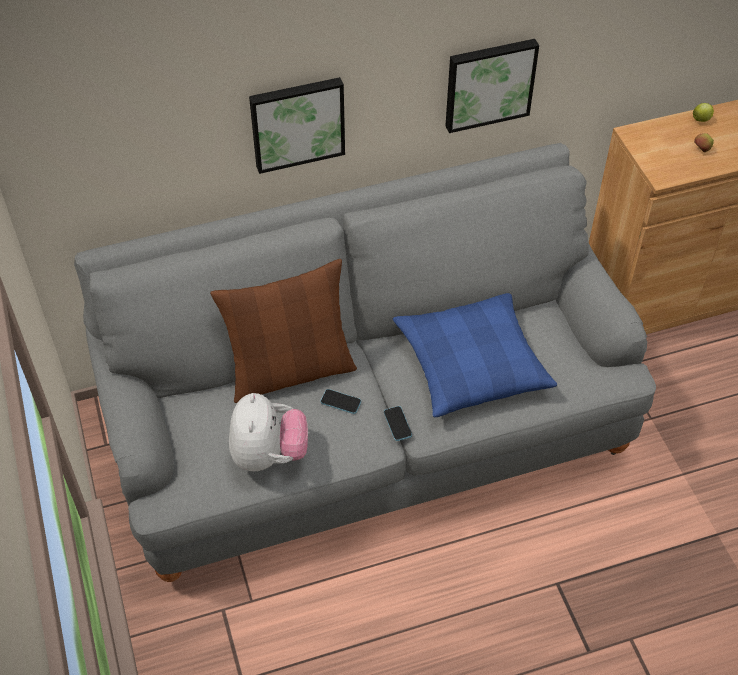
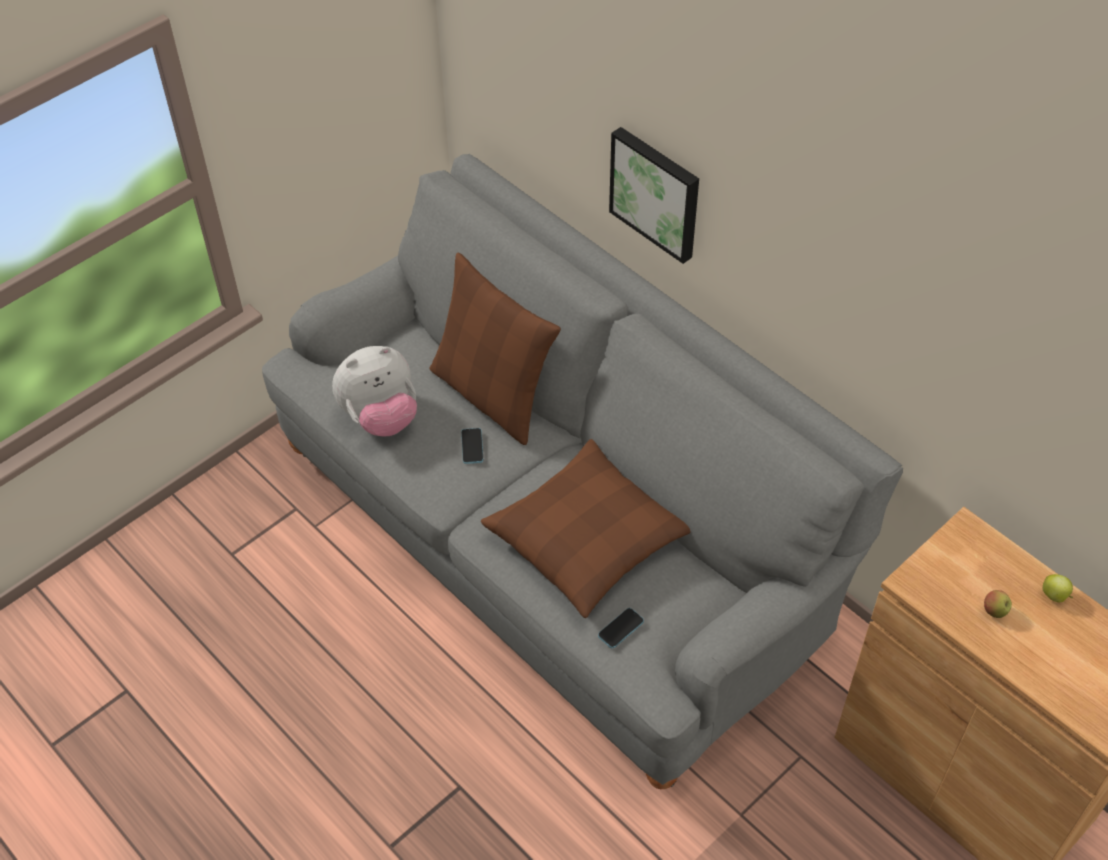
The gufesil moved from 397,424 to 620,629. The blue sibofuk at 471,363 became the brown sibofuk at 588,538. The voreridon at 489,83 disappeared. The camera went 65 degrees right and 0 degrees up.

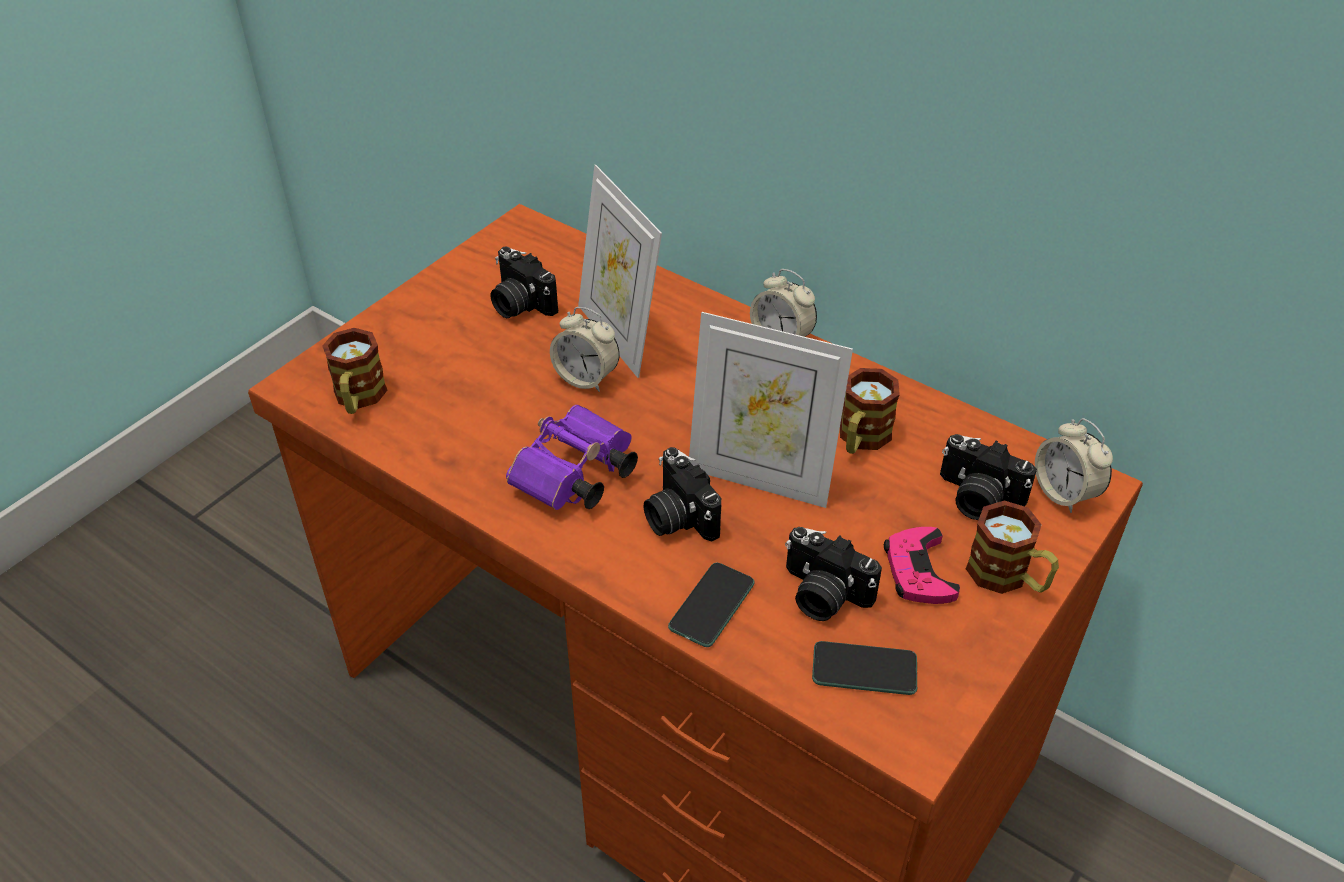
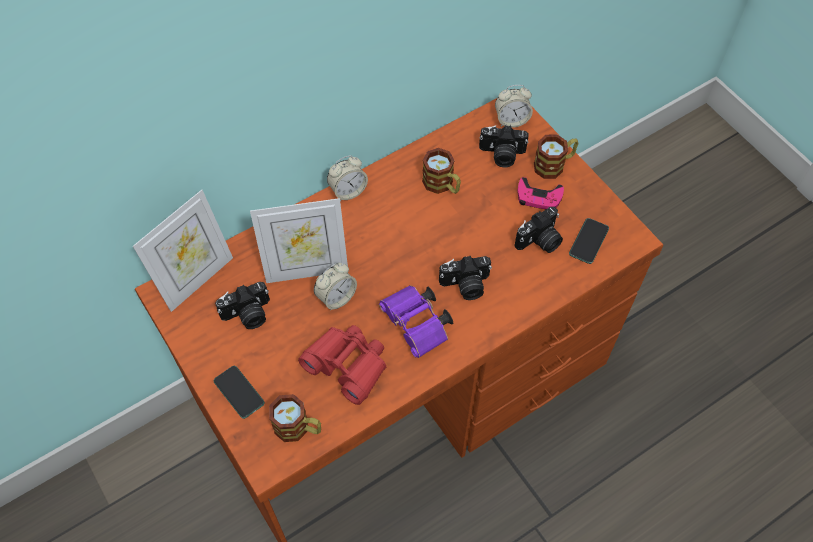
The gufesil moved from 711,606 to 239,392. The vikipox moved from 760,478 to 196,279. The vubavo at 977,498 turned 45 degrees clockwise. The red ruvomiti at 347,365 appeared. The camera went 70 degrees left and 15 degrees up.

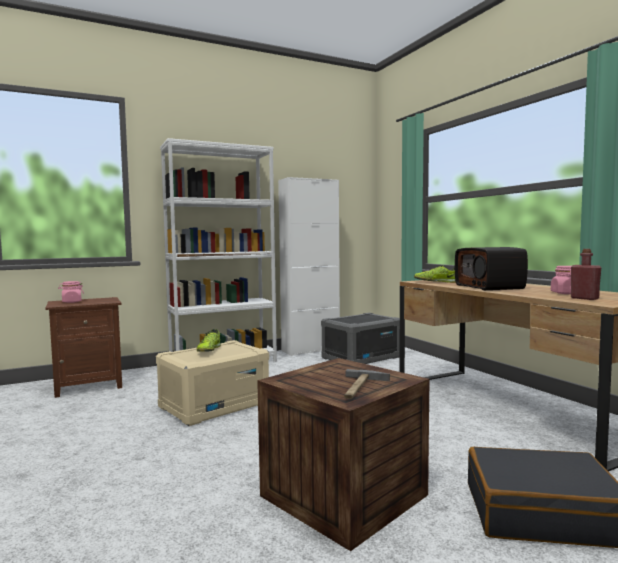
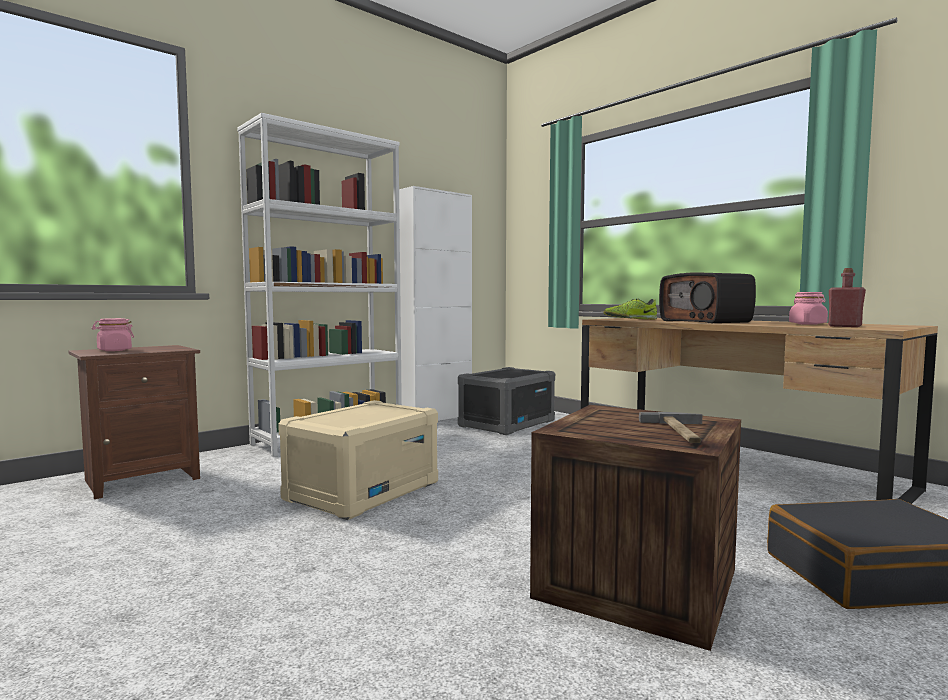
The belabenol at 209,350 disappeared. The camera went 15 degrees left and 0 degrees up.

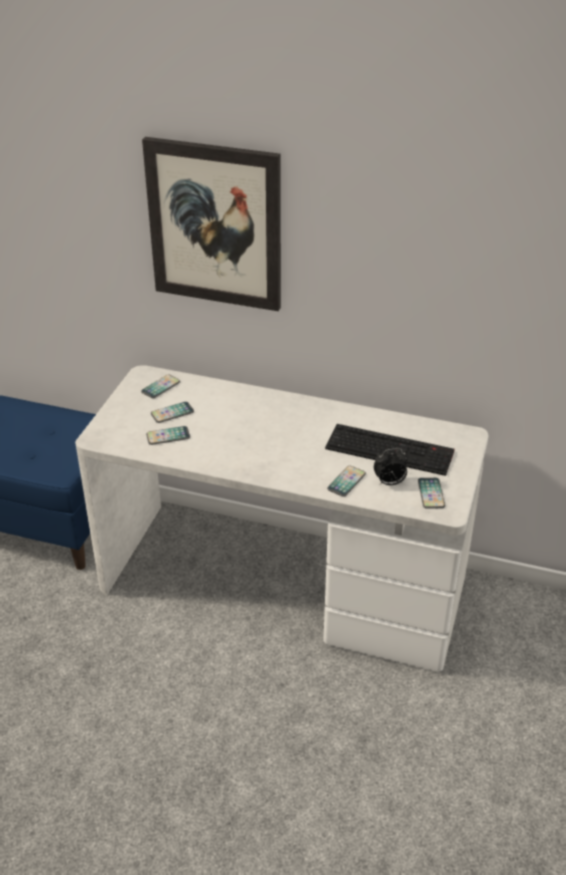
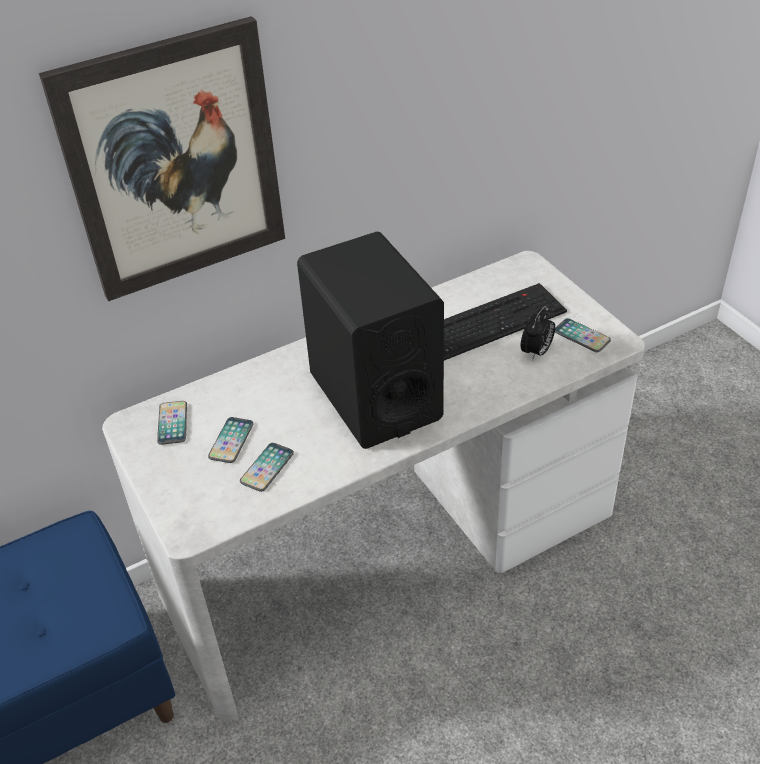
The gufesil at 346,482 disappeared. The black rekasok at 374,396 appeared. The camera went 45 degrees left and 5 degrees up.

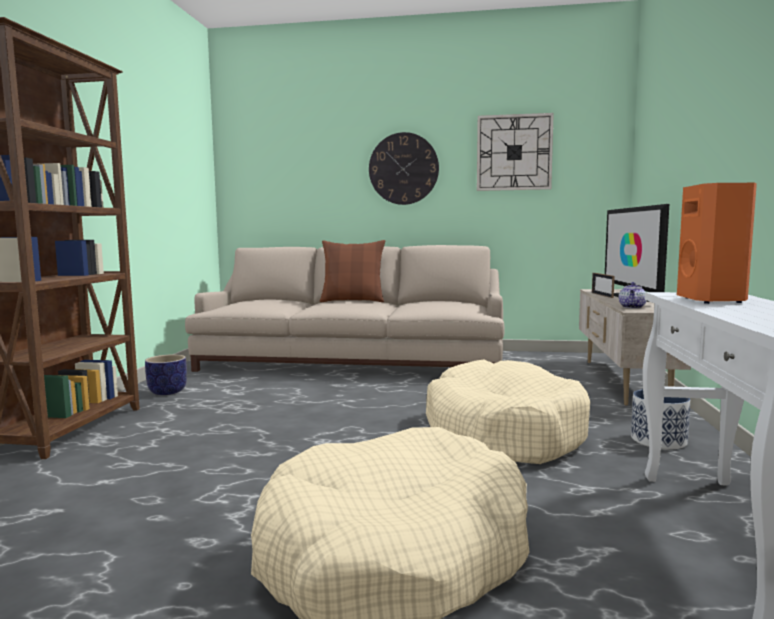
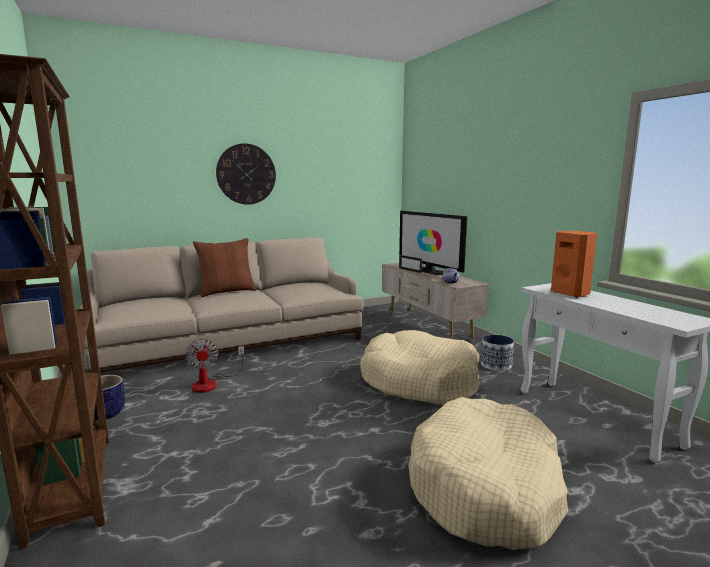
The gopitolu at 514,152 disappeared. The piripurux at 211,383 appeared. The camera went 35 degrees left and 5 degrees up.

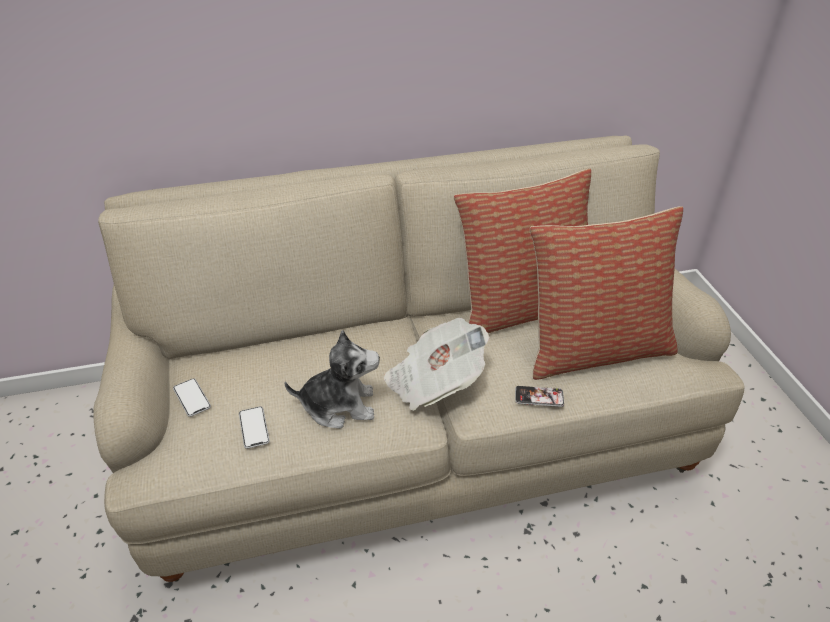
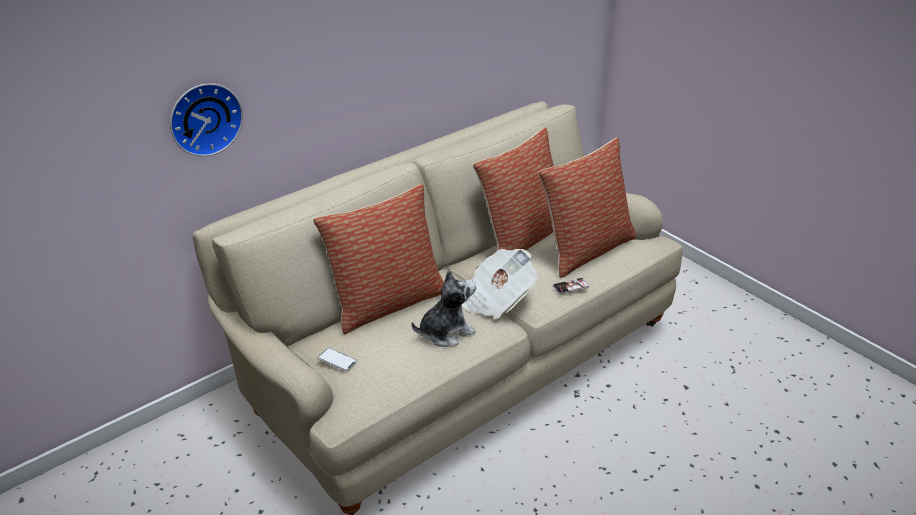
The gufesil at 254,428 disappeared. The gopitolu at 204,118 appeared. The sibofuk at 387,302 appeared. The camera went 25 degrees left and 5 degrees down.

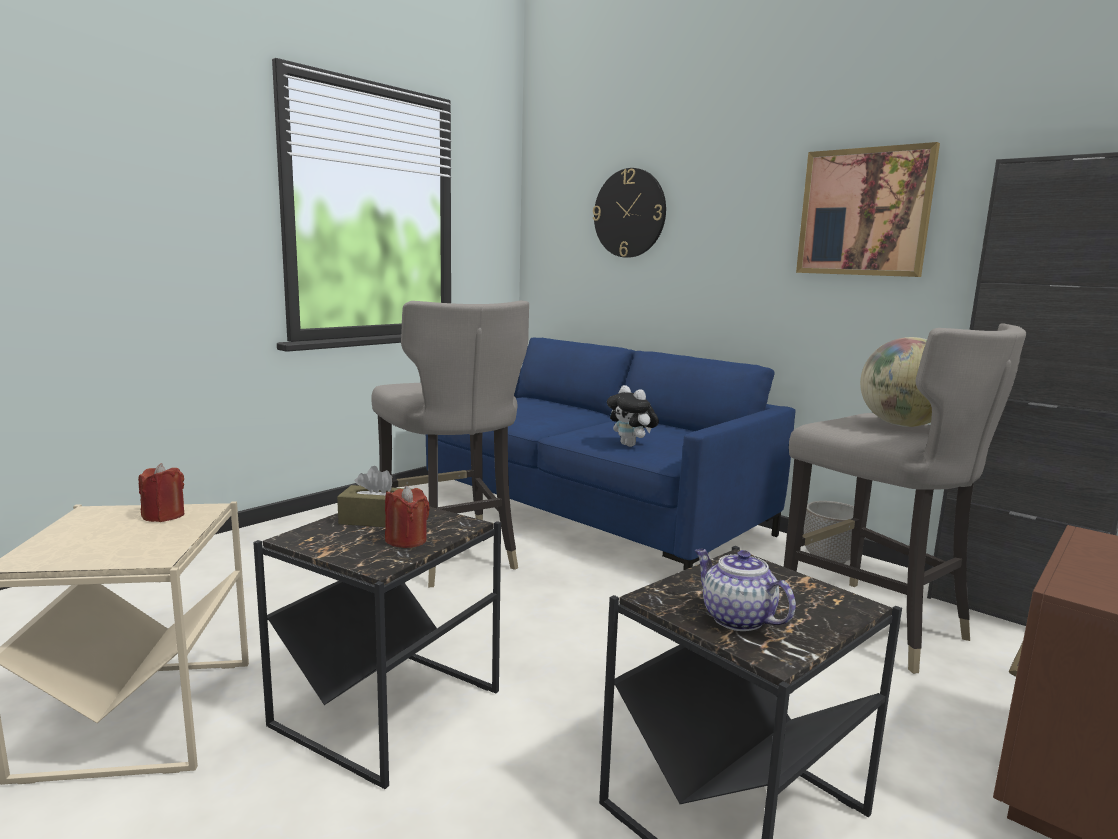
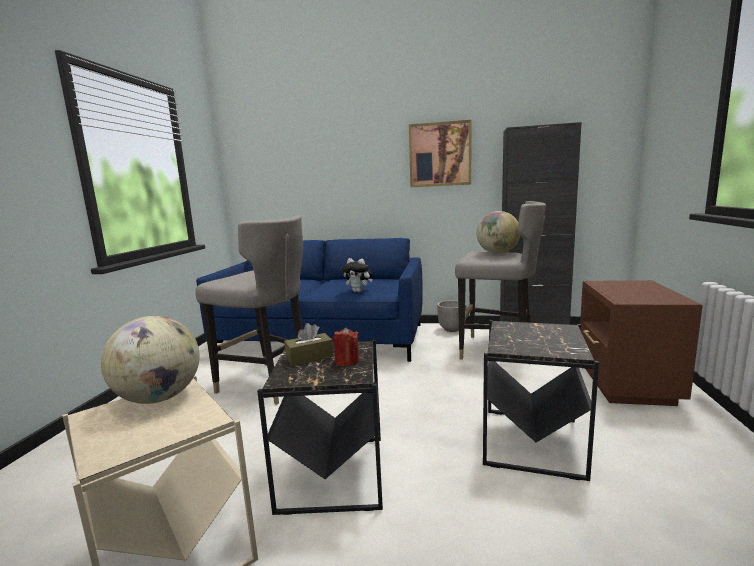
The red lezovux at 164,516 was replaced by the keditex at 160,398. The gopitolu at 629,213 disappeared. The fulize at 735,618 disappeared. The camera went 30 degrees left and 0 degrees up.

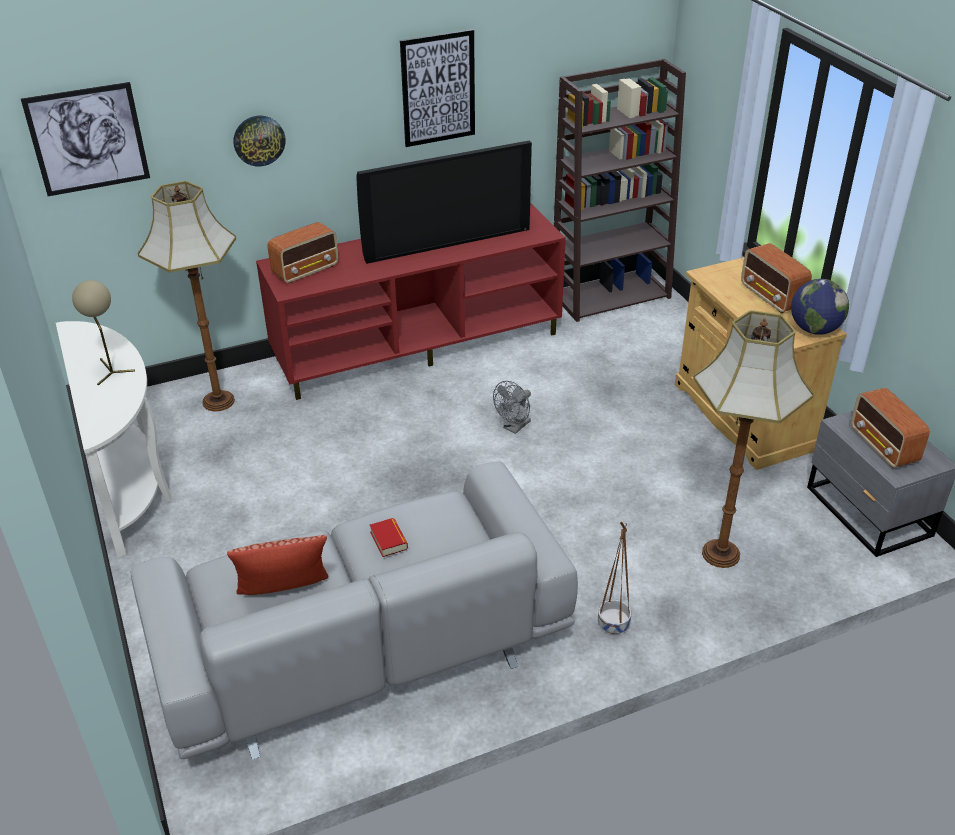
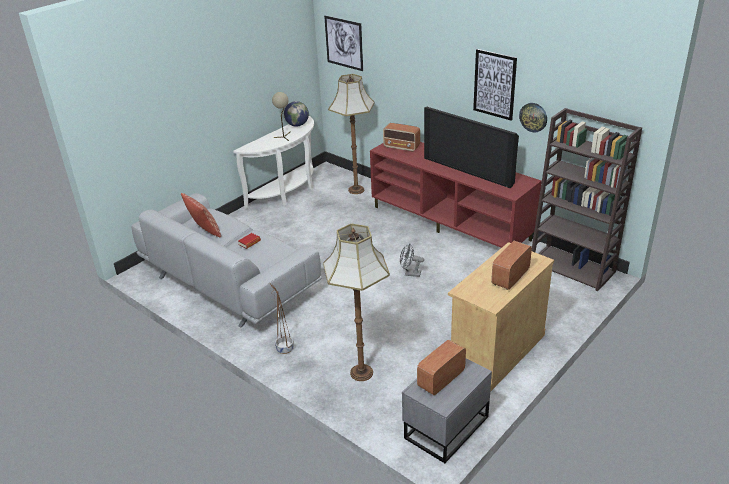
The gopitolu moved from 259,140 to 533,117. The keditex moved from 814,329 to 297,125. The camera went 65 degrees right and 5 degrees down.

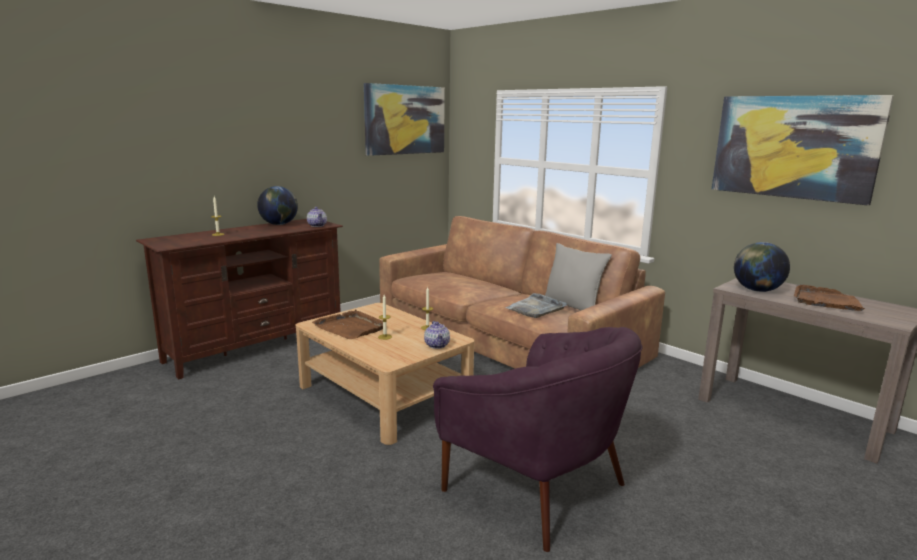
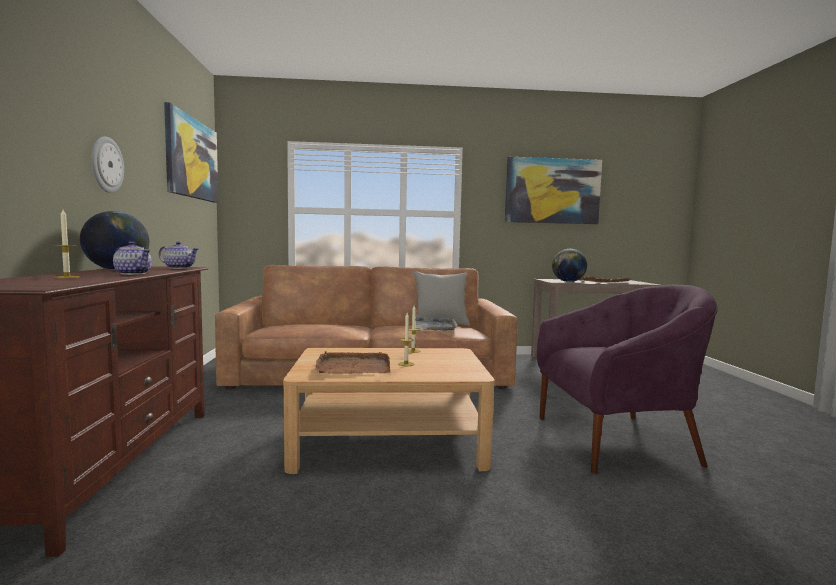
The fulize moved from 437,345 to 133,273. The gopitolu at 106,164 appeared. The camera went 50 degrees left and 10 degrees down.

